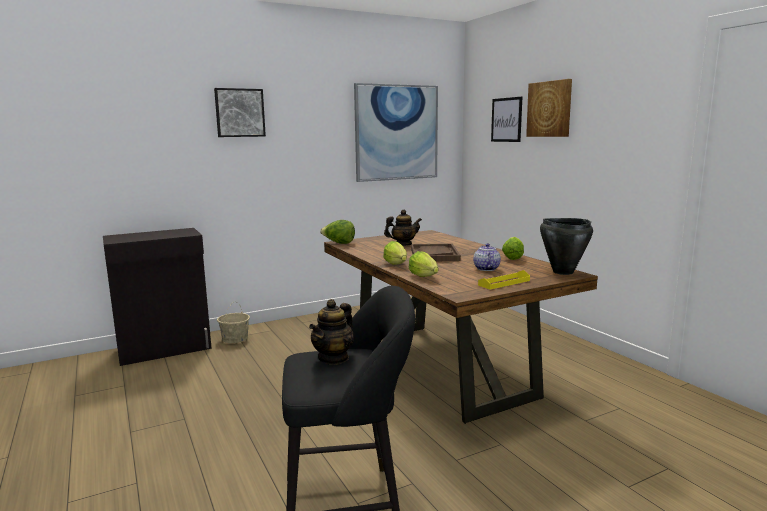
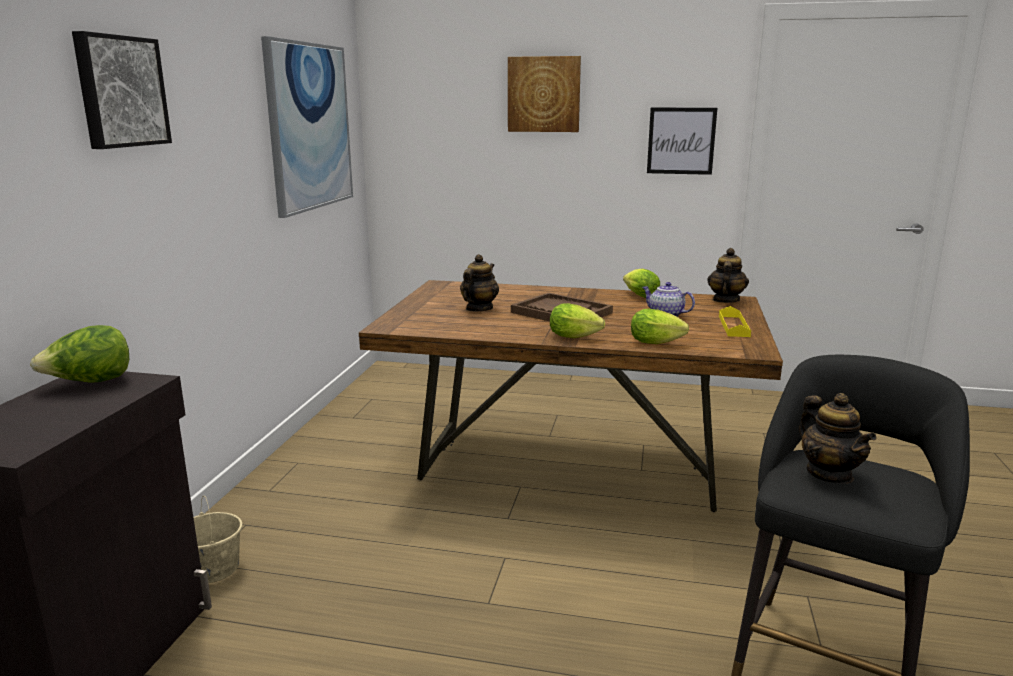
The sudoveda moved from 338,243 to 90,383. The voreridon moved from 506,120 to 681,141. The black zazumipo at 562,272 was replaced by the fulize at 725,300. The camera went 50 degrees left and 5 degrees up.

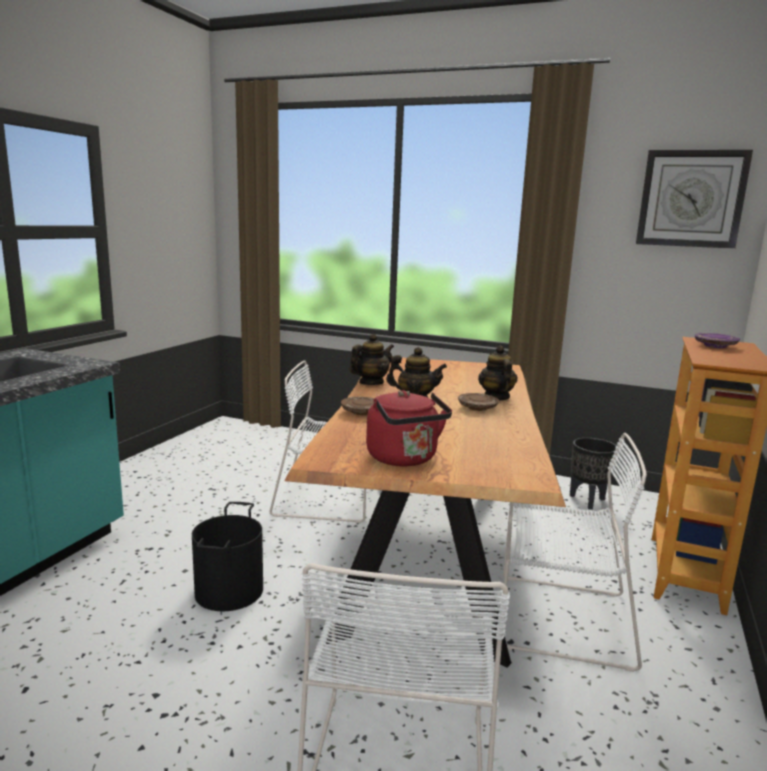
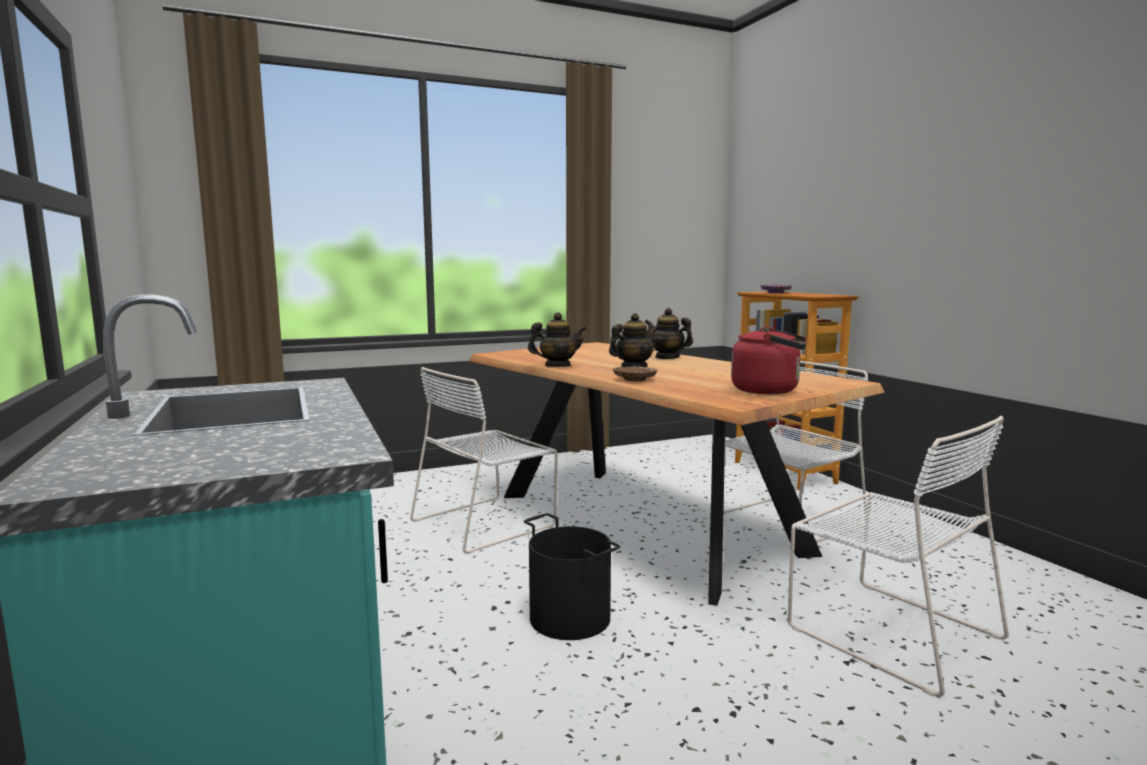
The fulize at 371,383 turned 75 degrees clockwise. The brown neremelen at 477,408 disappeared. The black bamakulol at 588,501 disappeared. The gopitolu at 691,199 disappeared. The camera went 45 degrees left and 5 degrees down.

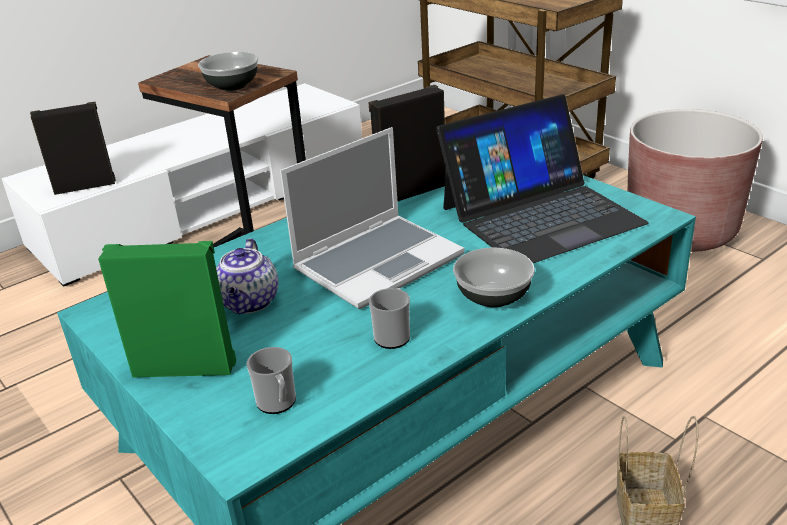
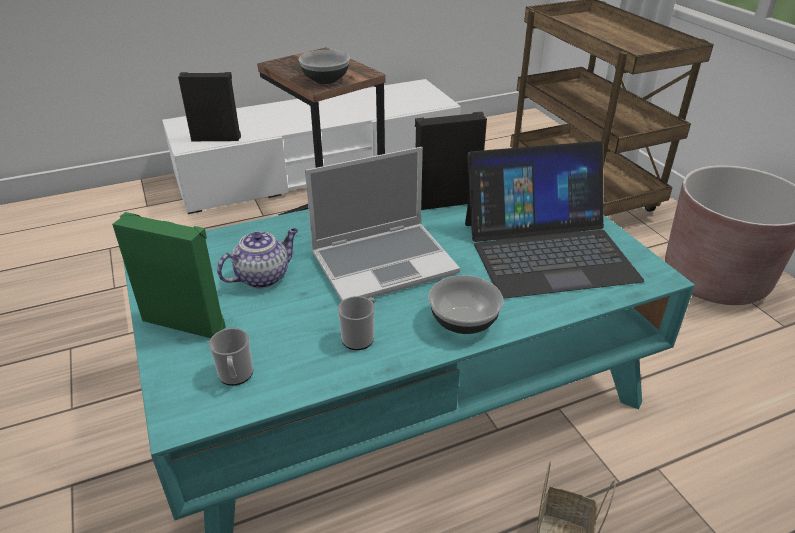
The fulize at 250,303 turned 150 degrees counterclockwise. The camera went 15 degrees right and 5 degrees up.

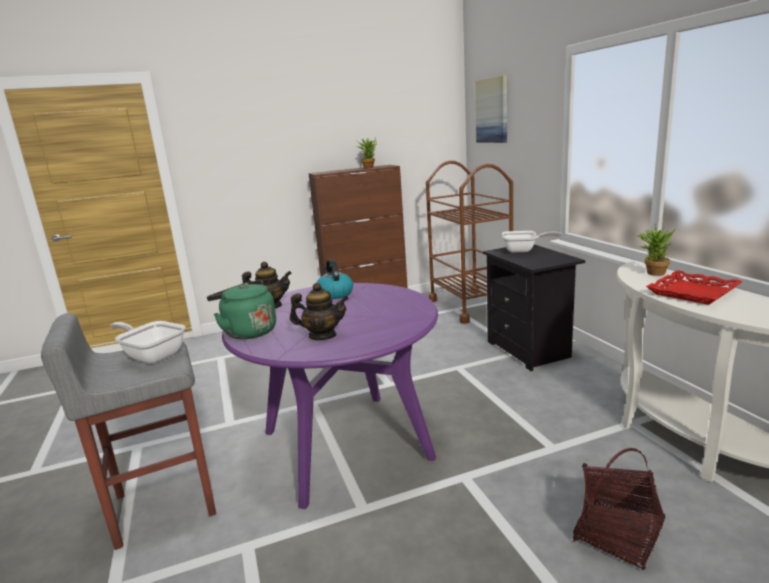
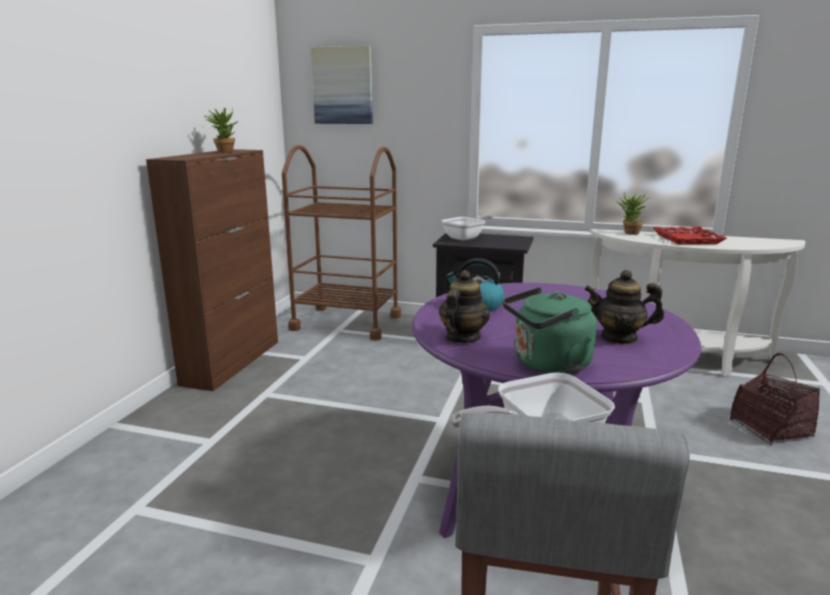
The fulize at 322,336 turned 120 degrees counterclockwise. The camera went 55 degrees left and 0 degrees up.

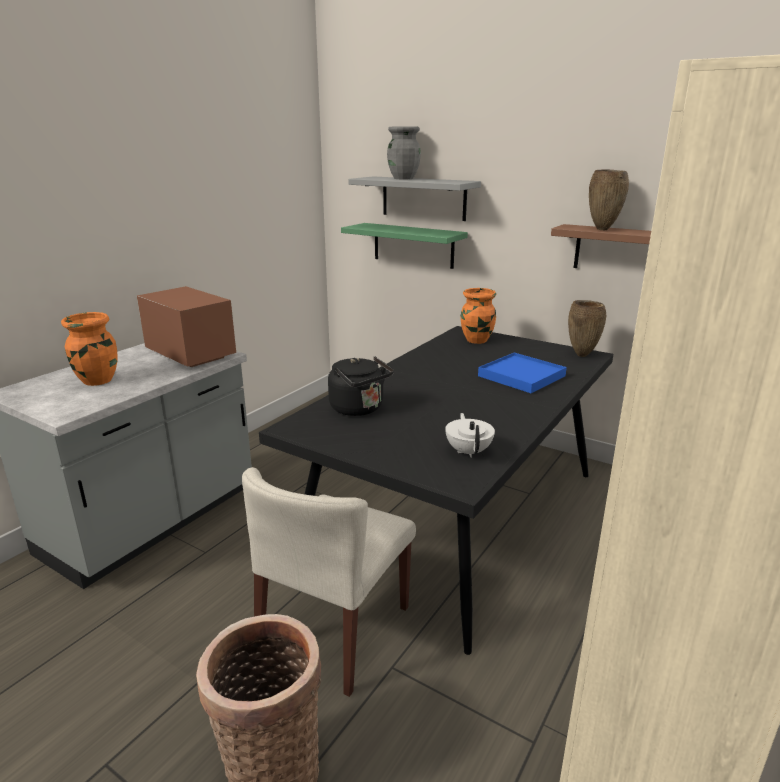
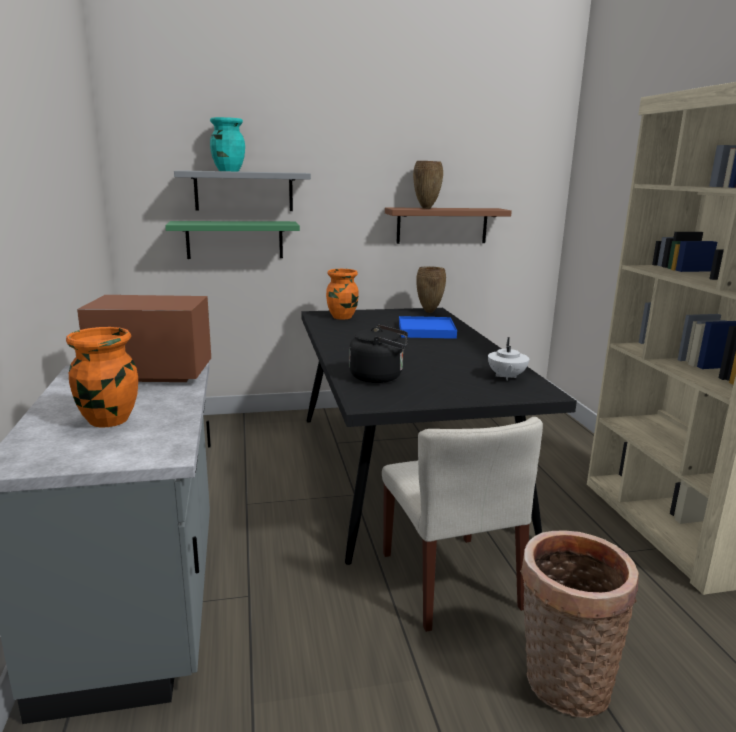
The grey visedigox at 403,178 became the turquoise visedigox at 228,171. The white fulize at 469,451 turned 120 degrees counterclockwise. The camera went 45 degrees left and 5 degrees down.

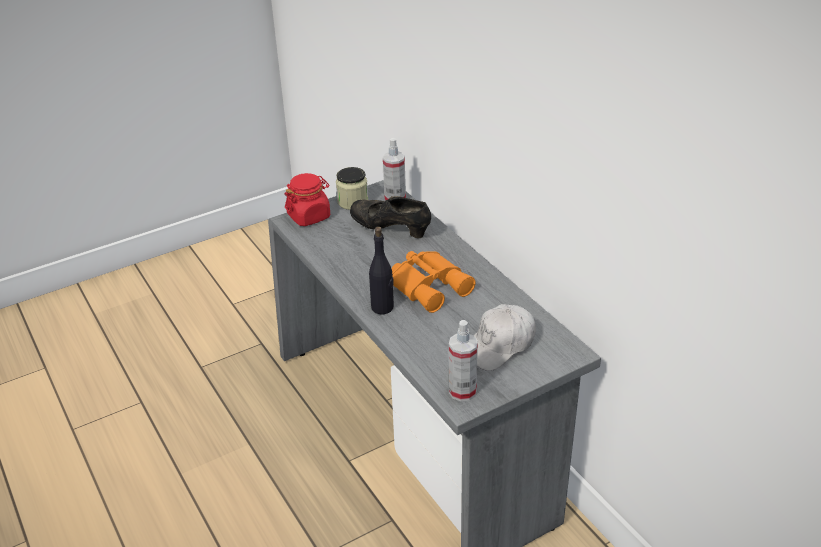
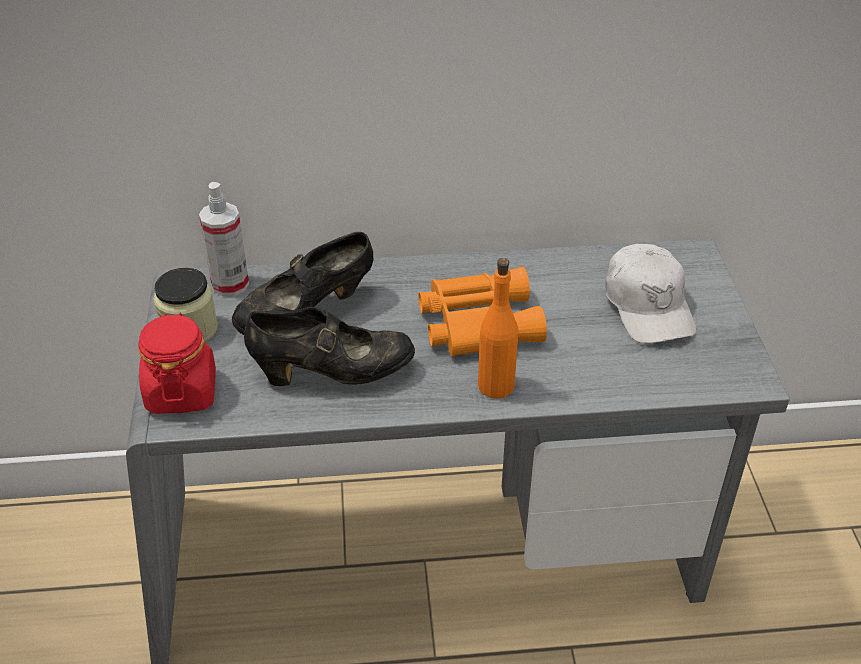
The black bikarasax at 382,307 became the orange bikarasax at 496,385. The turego at 462,391 disappeared. The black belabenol at 333,374 appeared. The camera went 65 degrees left and 5 degrees up.

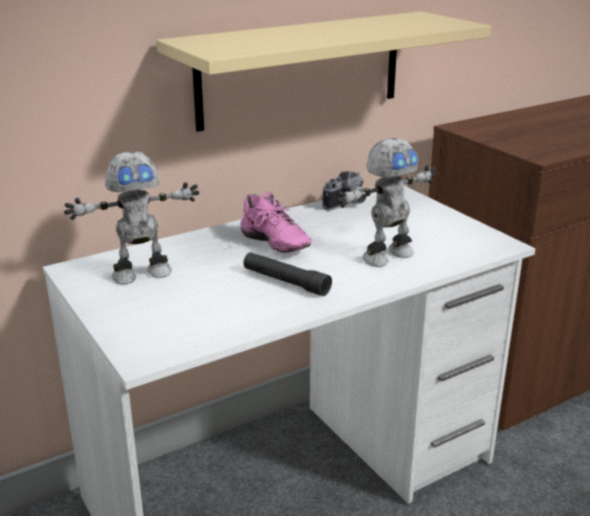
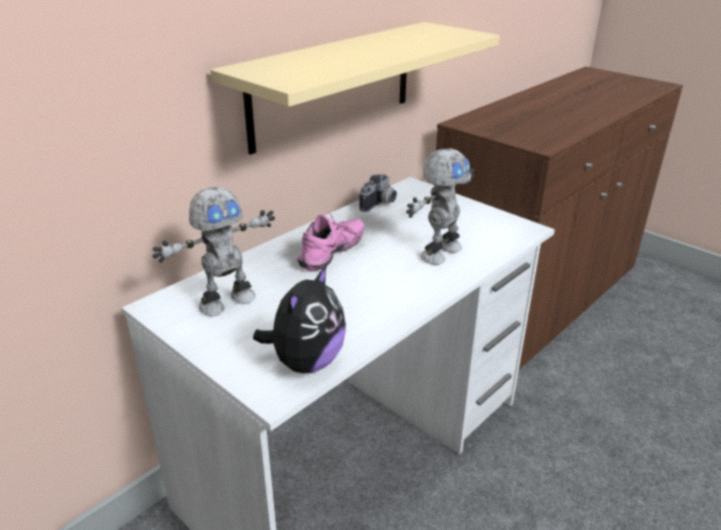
The pink belabenol at 272,245 turned 90 degrees counterclockwise. The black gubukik at 285,282 disappeared. The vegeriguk at 306,362 appeared. The camera went 15 degrees left and 5 degrees up.

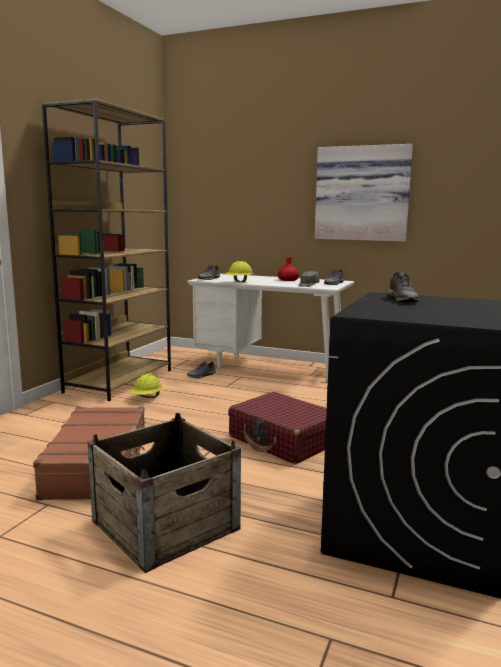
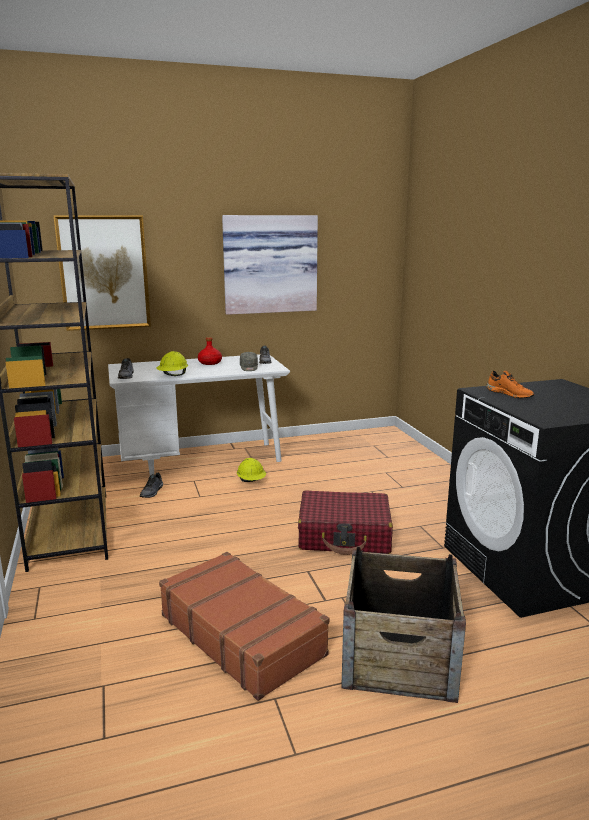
The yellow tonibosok moved from 147,398 to 251,481. The grey belabenol at 403,300 became the orange belabenol at 510,394. The voreridon at 104,273 appeared. The camera went 40 degrees left and 5 degrees up.

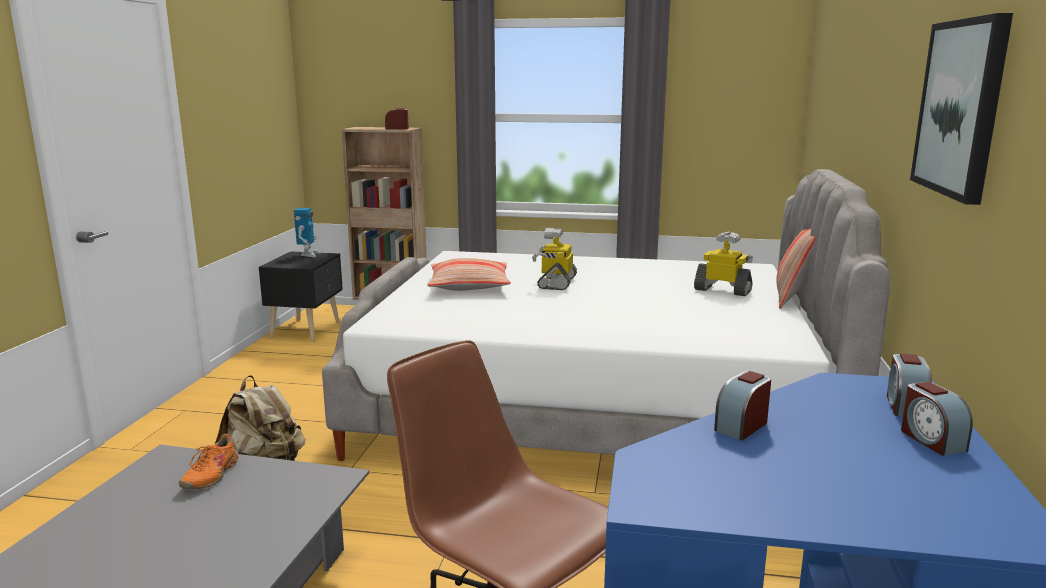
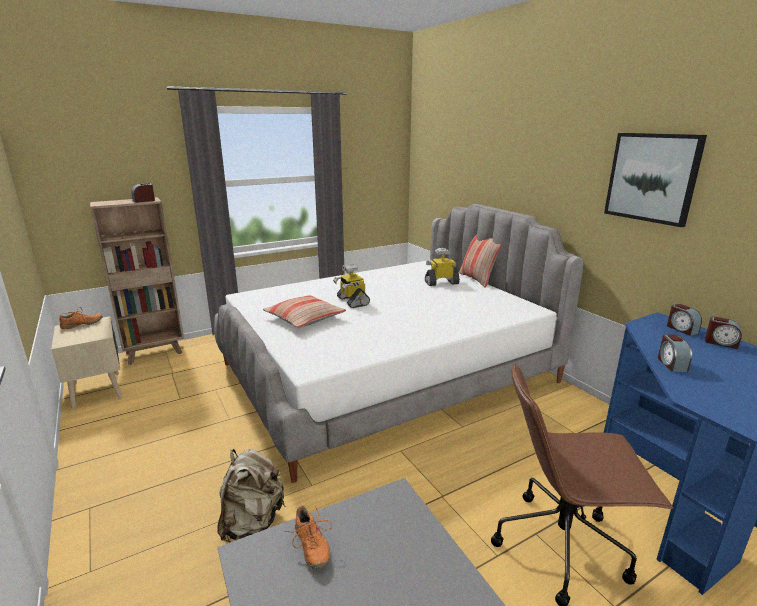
The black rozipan at 307,330 became the beige rozipan at 98,389. The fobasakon at 308,255 was replaced by the orange belabenol at 82,324. The camera went 40 degrees left and 5 degrees up.

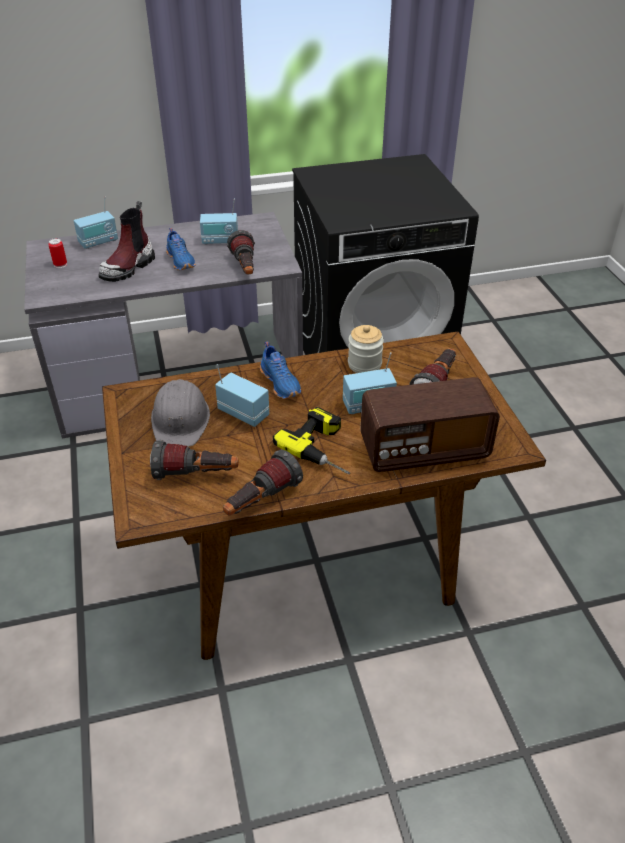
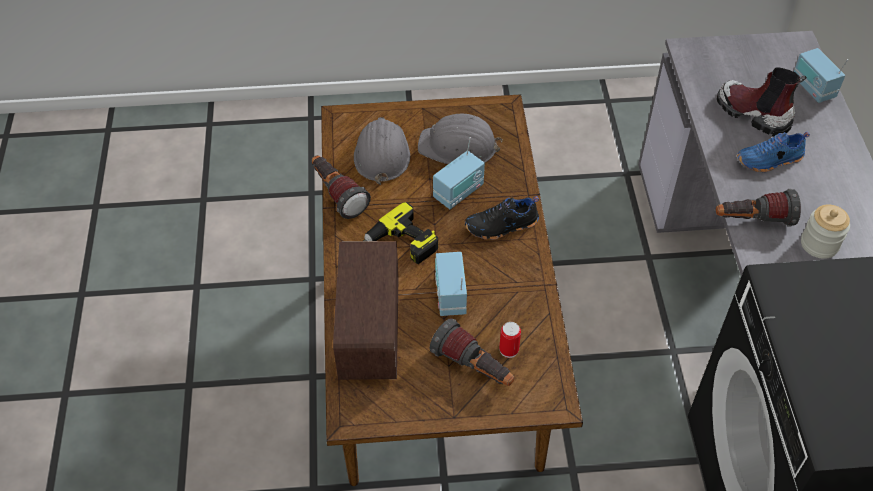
The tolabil moved from 60,264 to 509,350. The gubukik at 196,475 was replaced by the grey tonibosok at 381,154. The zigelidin at 220,241 disappeared. The blue belabenol at 281,383 became the black belabenol at 502,226. The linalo moved from 364,364 to 819,244. The camera went 100 degrees right and 10 degrees up.

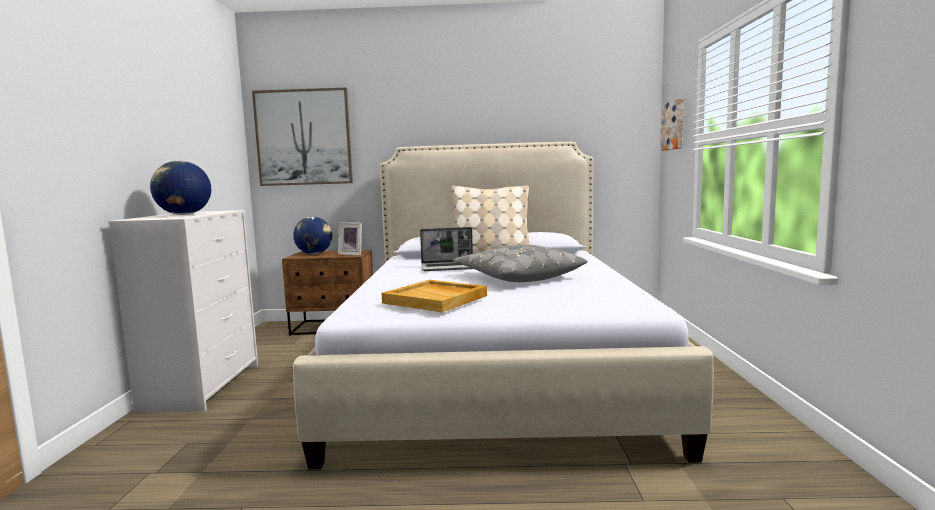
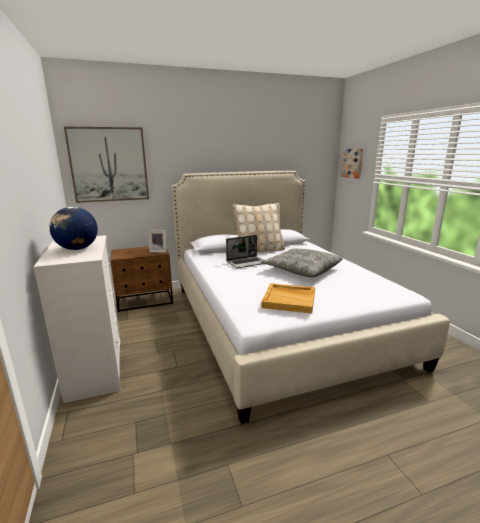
The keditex at 314,254 disappeared. The camera went 20 degrees left and 10 degrees up.

